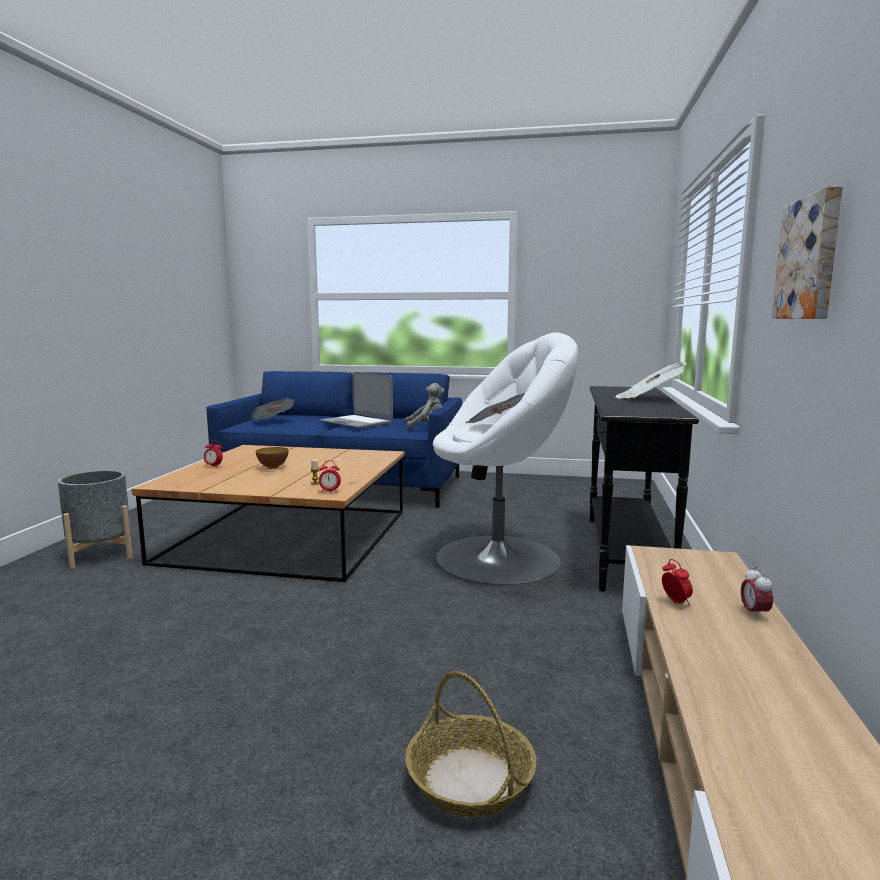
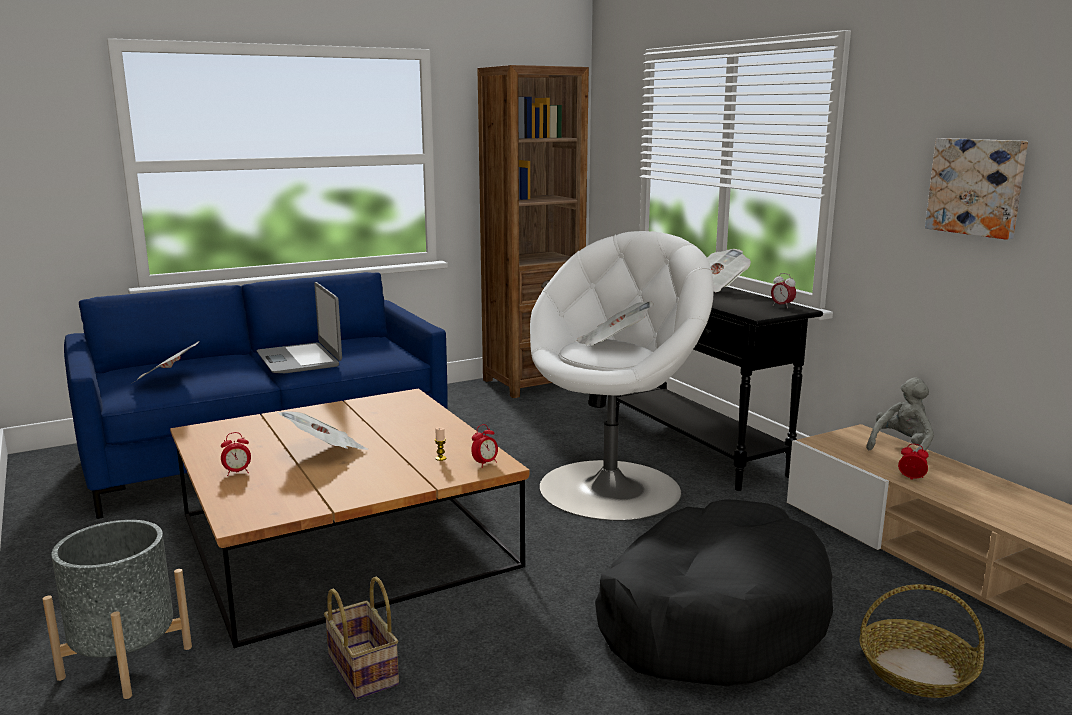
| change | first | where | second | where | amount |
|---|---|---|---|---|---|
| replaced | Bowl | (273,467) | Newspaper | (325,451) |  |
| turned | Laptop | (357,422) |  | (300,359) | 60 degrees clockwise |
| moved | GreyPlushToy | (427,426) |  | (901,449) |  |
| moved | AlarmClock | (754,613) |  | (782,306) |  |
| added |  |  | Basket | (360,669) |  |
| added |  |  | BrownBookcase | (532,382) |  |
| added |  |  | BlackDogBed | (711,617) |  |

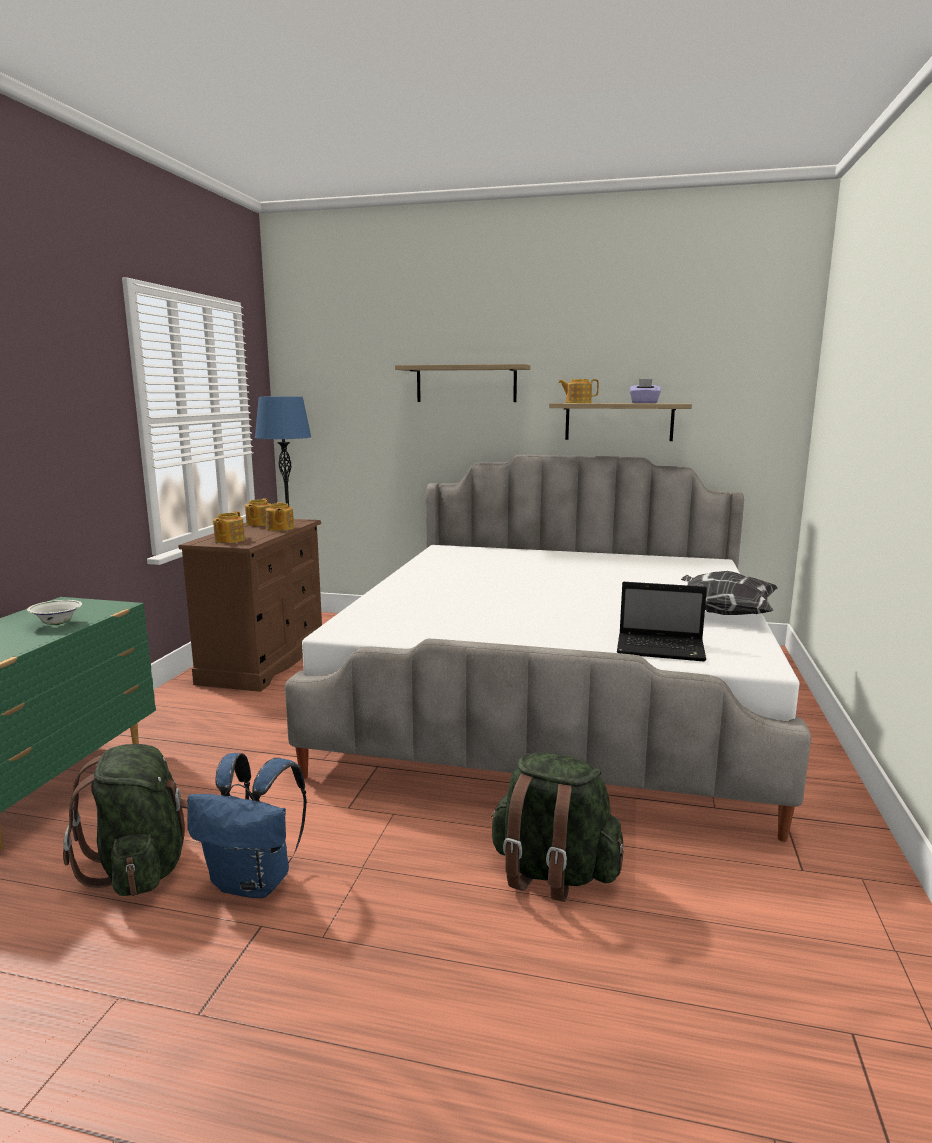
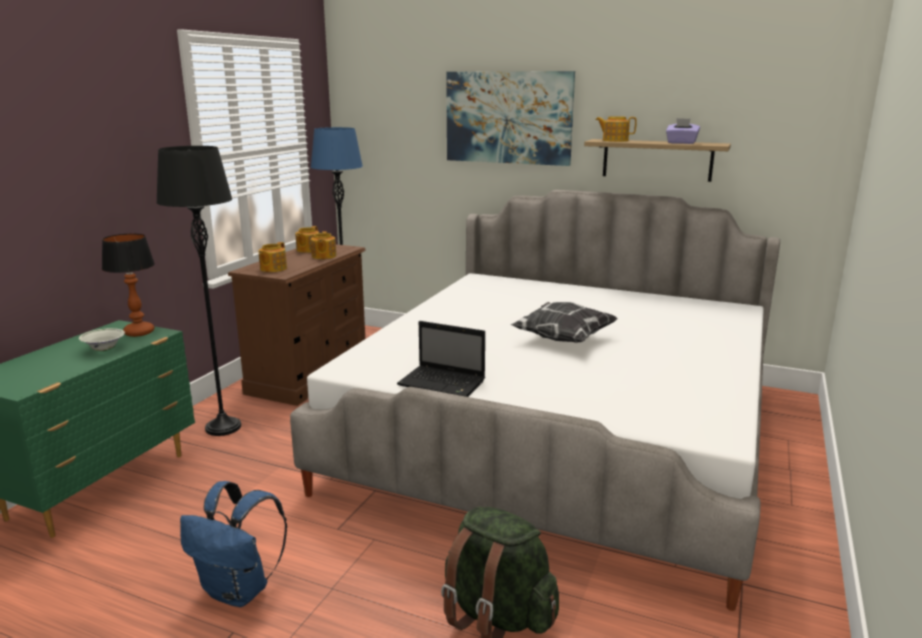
| change | first | where | second | where | amount |
|---|---|---|---|---|---|
| removed | GreenBackpack | (141,868) |  |  |  |
| replaced | Shelf | (466,384) | Picture | (508,117) |  |
| moved | Laptop | (662,649) |  | (443,383) |  |
| moved | Pillow | (722,613) |  | (562,339) |  |
| added |  |  | TableLamp | (139,332) |  |
| added |  |  | BlackFloorLamp | (223,427) |  |

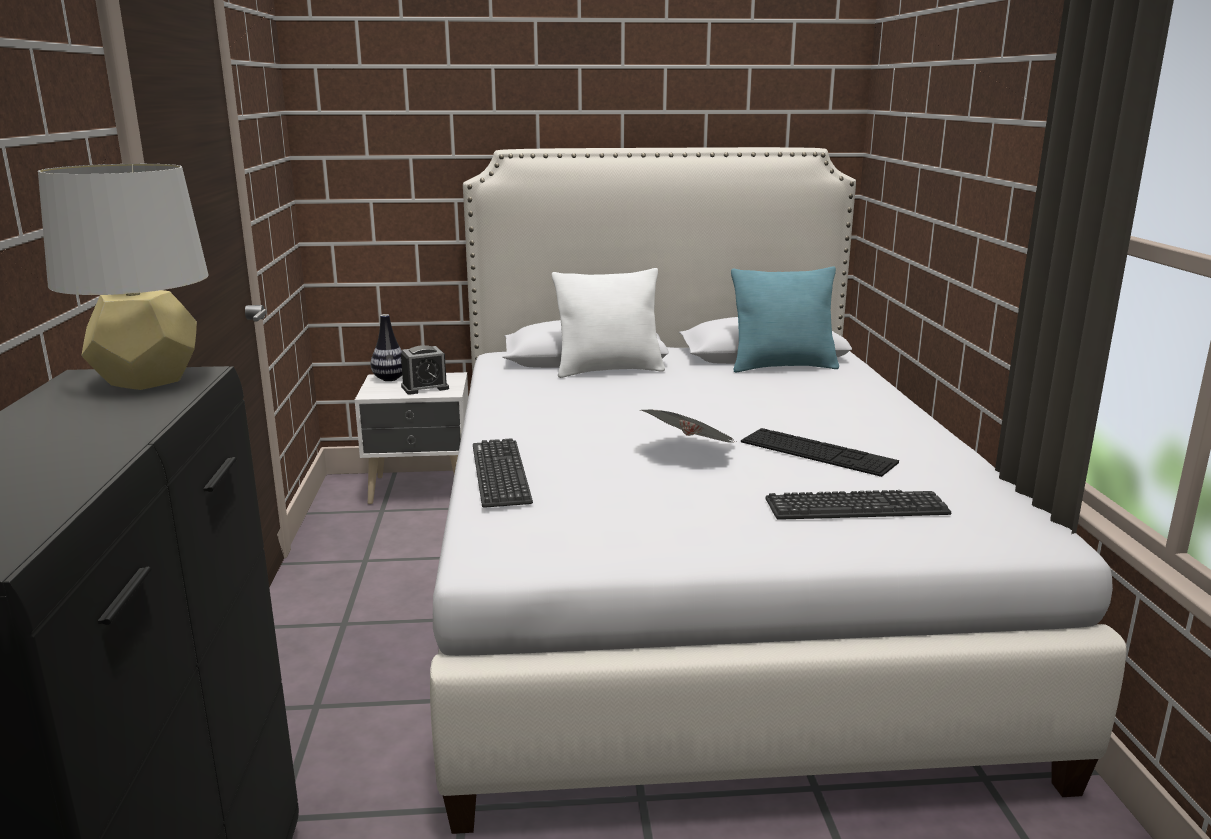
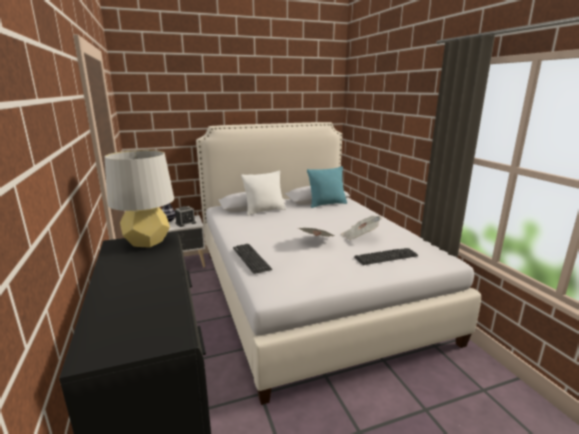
| change | first | where | second | where | amount |
|---|---|---|---|---|---|
| replaced | Keyboard | (817,452) | Newspaper | (359,237) |  |

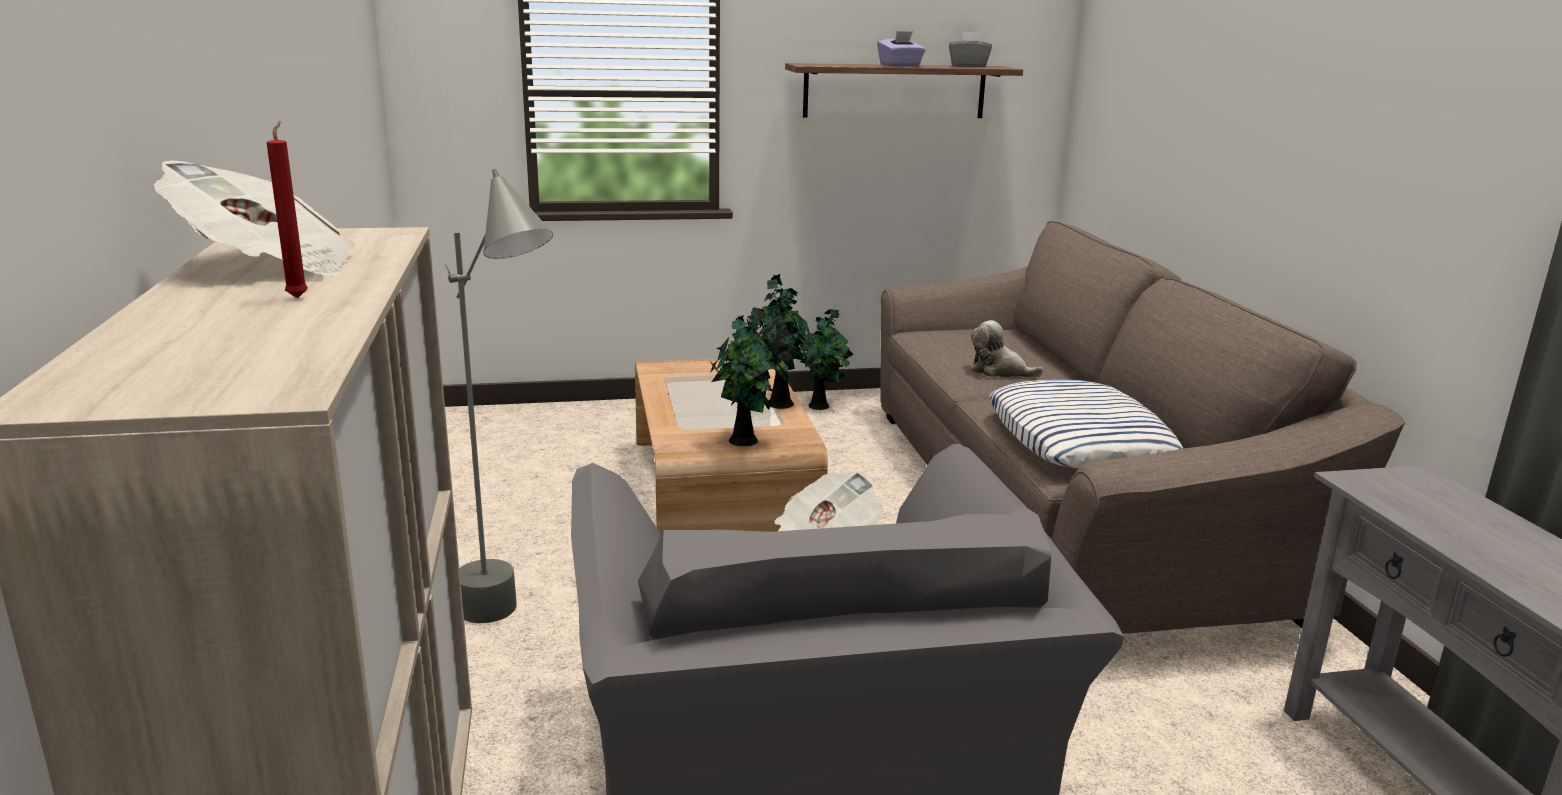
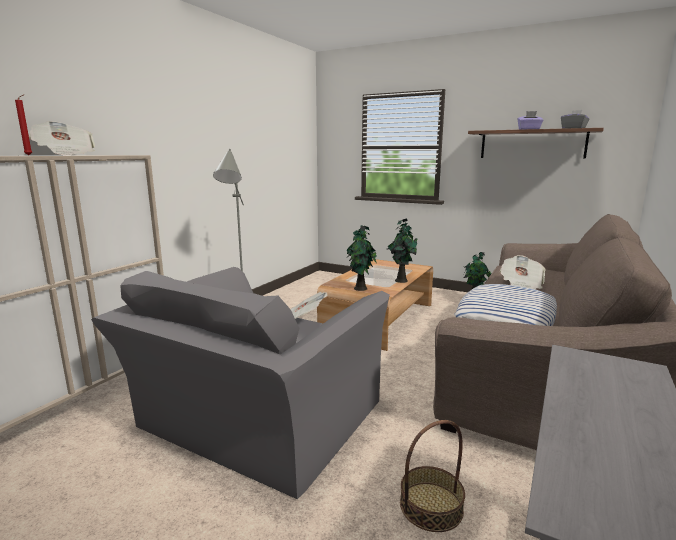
| change | first | where | second | where | amount |
|---|---|---|---|---|---|
| replaced | PlushToy | (999,371) | Newspaper | (521,285) |  |
| added |  |  | Basket | (431,506) |  |

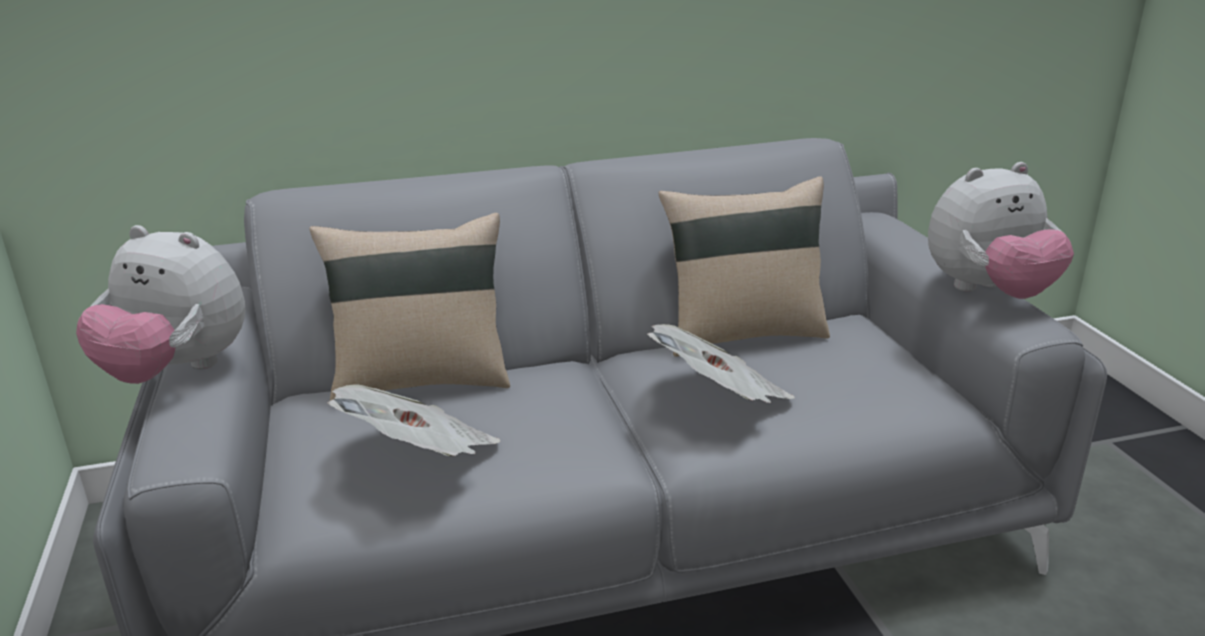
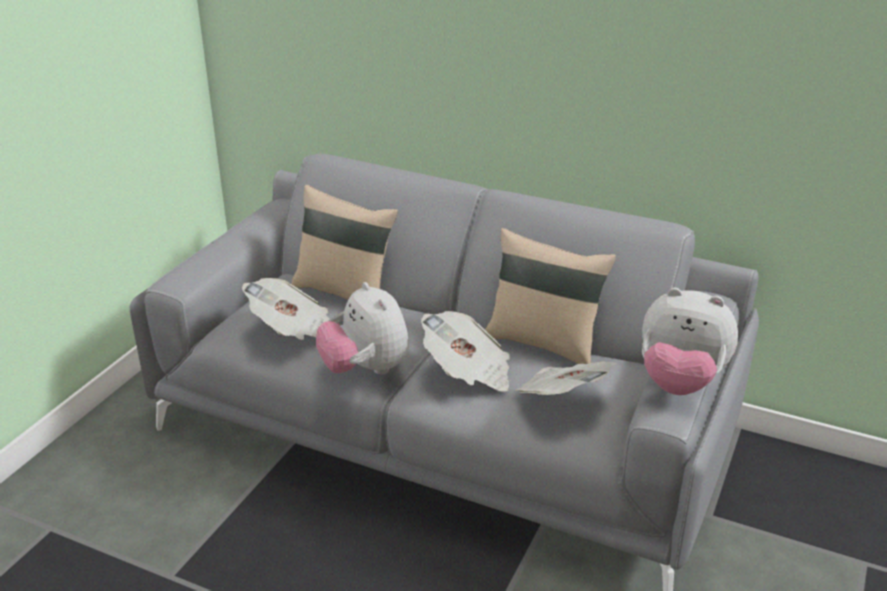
| change | first | where | second | where | amount |
|---|---|---|---|---|---|
| moved | PlushToy | (177,371) |  | (365,369) |  |
| added |  |  | Newspaper | (562,398) |  |

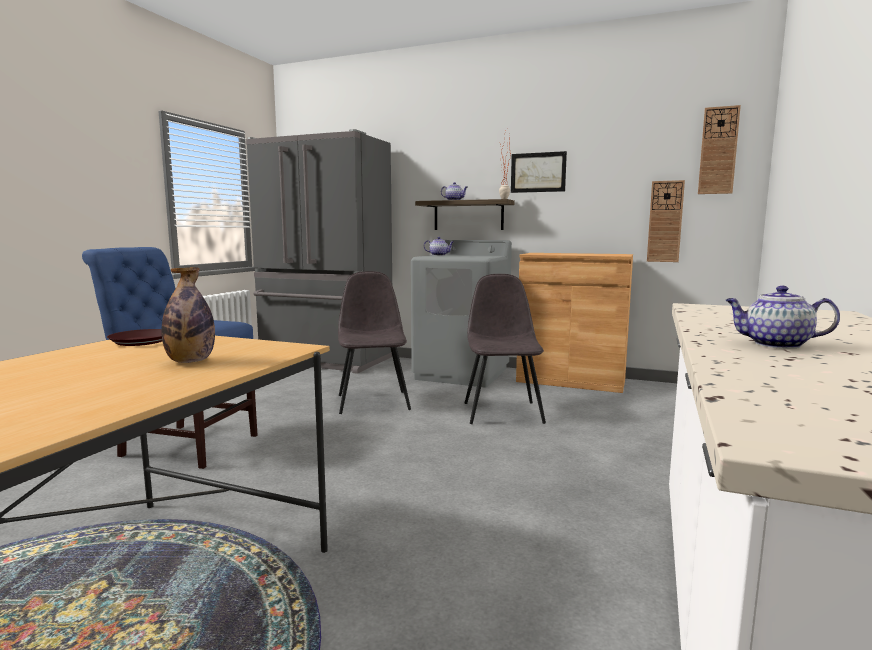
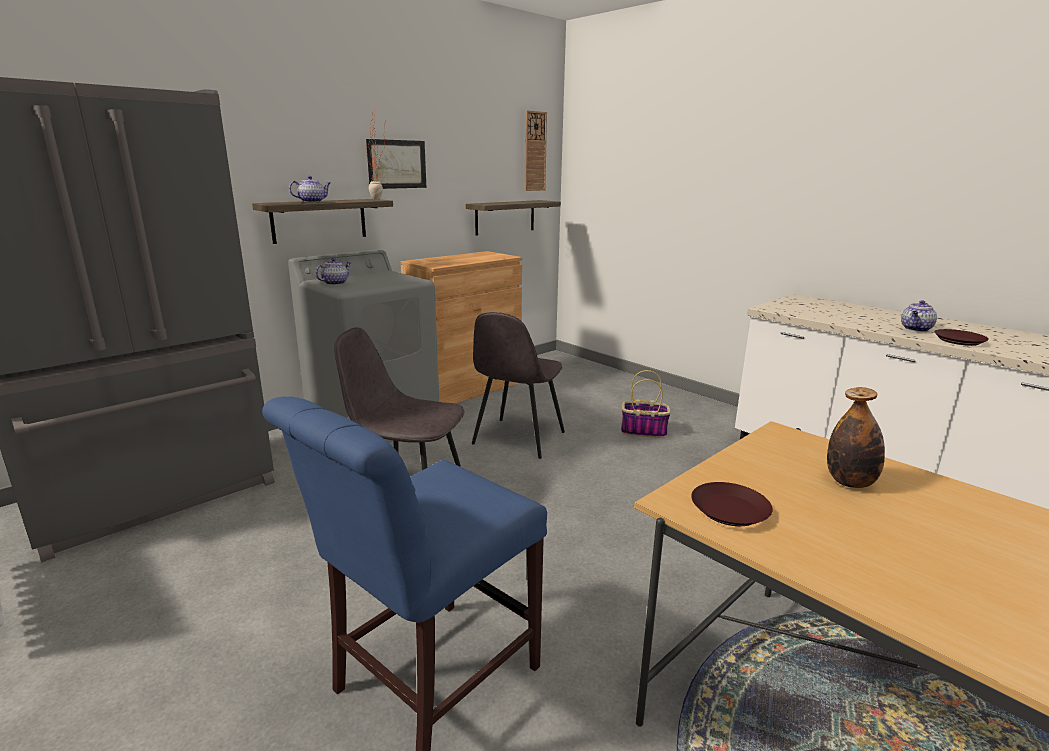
| change | first | where | second | where | amount |
|---|---|---|---|---|---|
| turned | GreyChair | (502,412) |  | (517,439) | 90 degrees counterclockwise |
| replaced | WallClock | (665,221) | Shelf | (505,217) |  |
| added |  |  | Basket | (644,431) |  |
| added |  |  | BrownPlate | (958,340) |  |

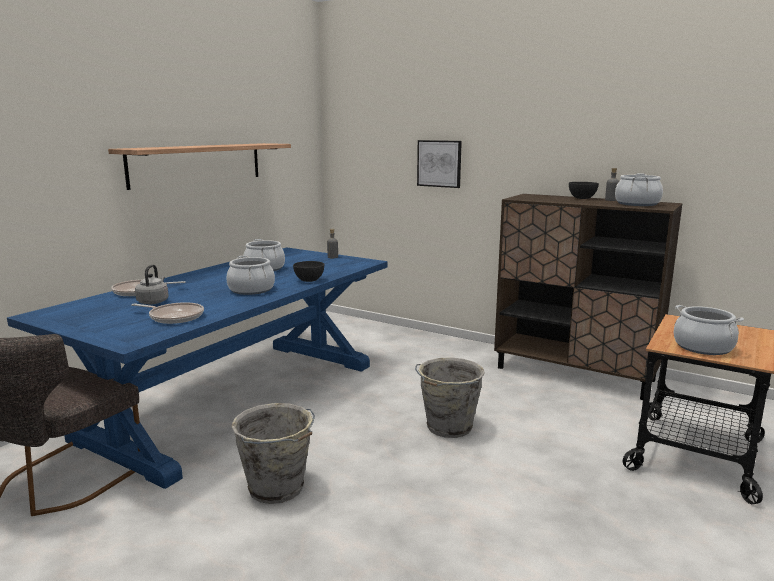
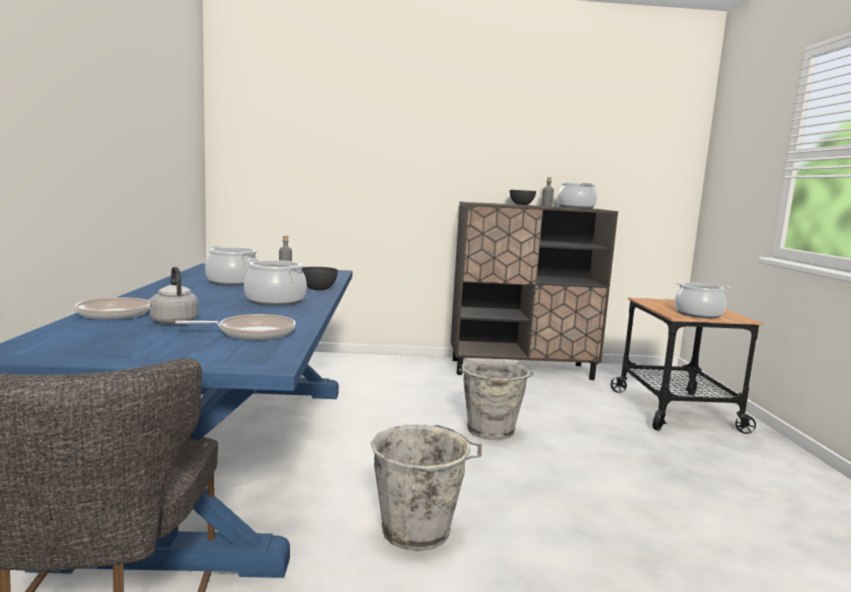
| change | first | where | second | where | amount |
|---|---|---|---|---|---|
| removed | Shelf | (198,164) |  |  |  |
| removed | Picture | (439,163) |  |  |  |

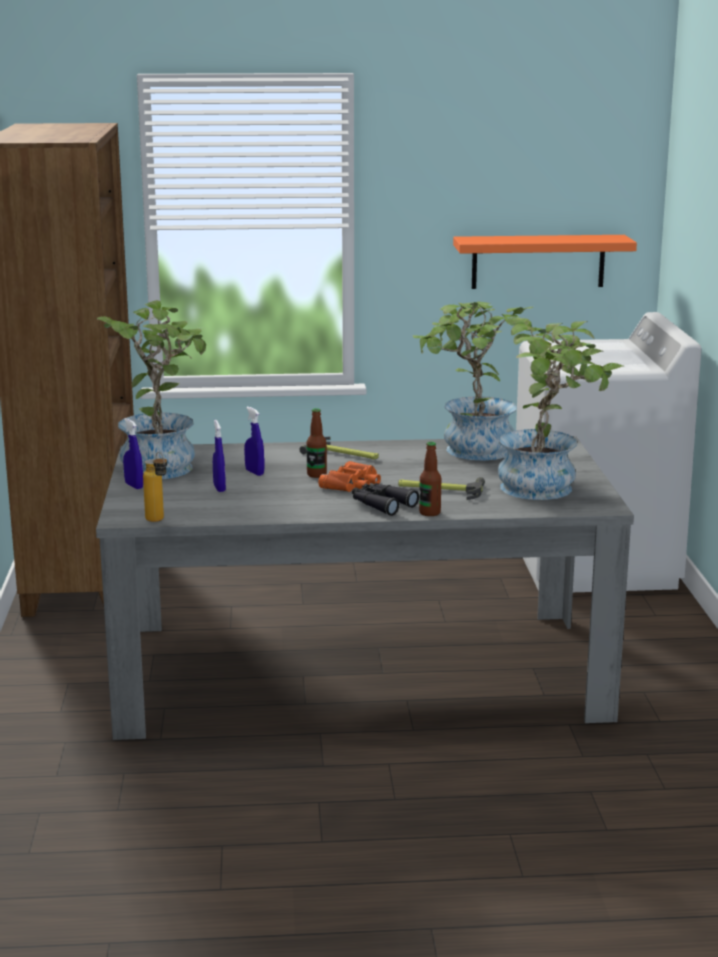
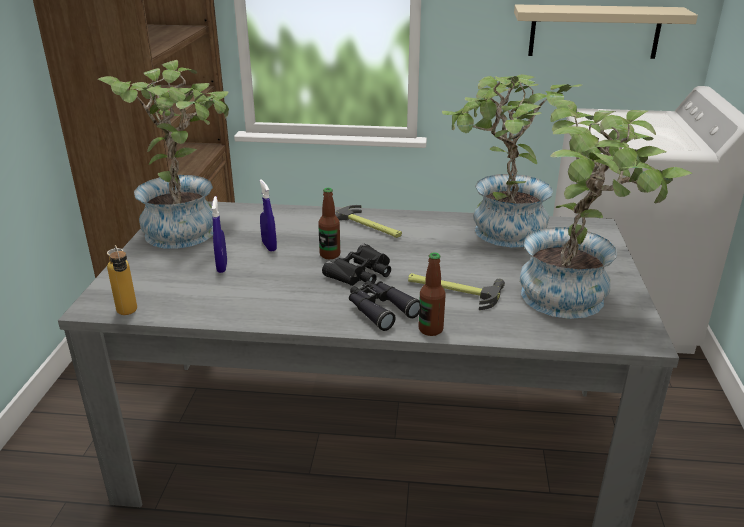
| change | first | where | second | where | amount |
|---|---|---|---|---|---|
| removed | BlueSprayBottle | (134,486) |  |  |  |
| recoloured | OrangeBinoculars | (352,484) | BlackBinoculars | (361,273) |  |
| recoloured | OrangeShelf | (538,261) | BeigeShelf | (594,31) |  |

